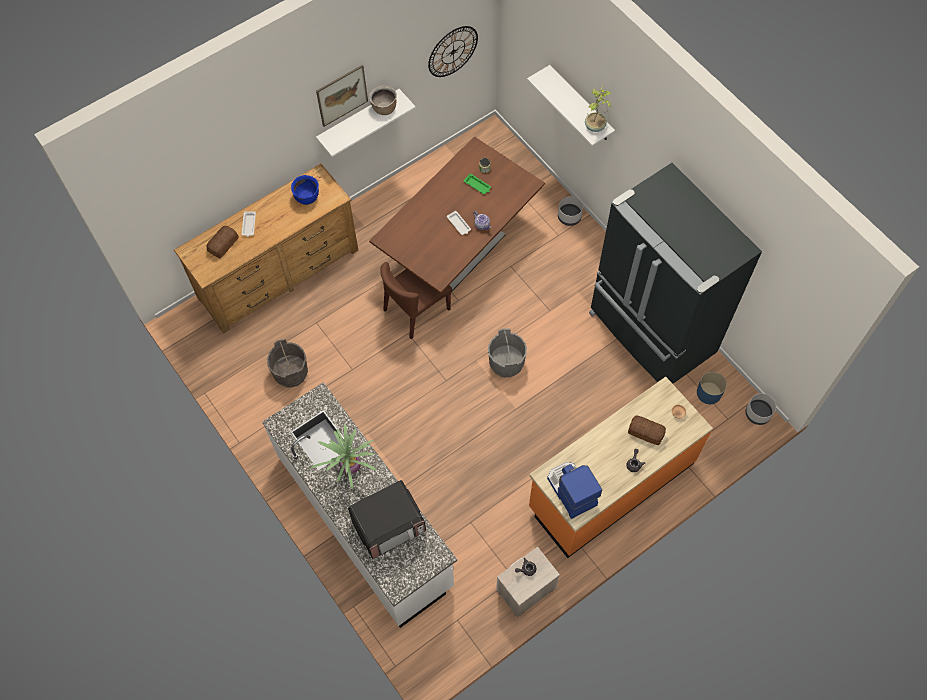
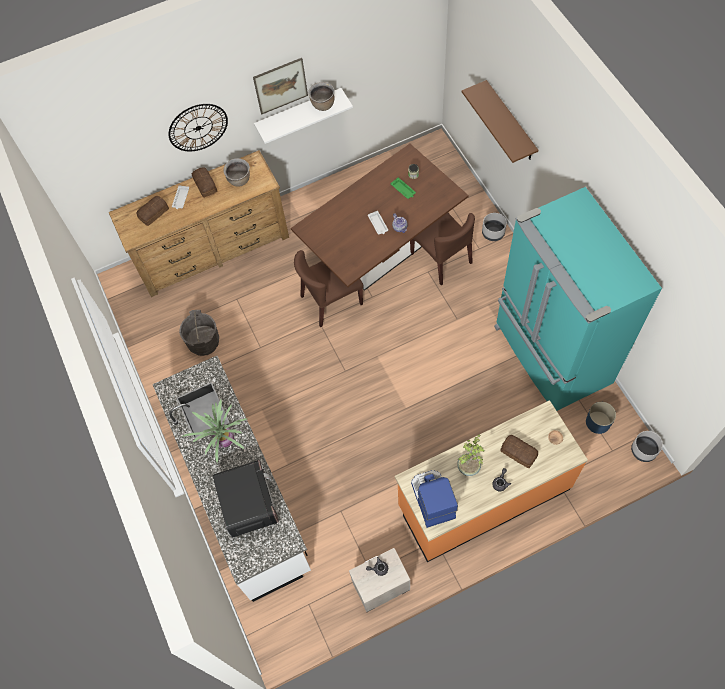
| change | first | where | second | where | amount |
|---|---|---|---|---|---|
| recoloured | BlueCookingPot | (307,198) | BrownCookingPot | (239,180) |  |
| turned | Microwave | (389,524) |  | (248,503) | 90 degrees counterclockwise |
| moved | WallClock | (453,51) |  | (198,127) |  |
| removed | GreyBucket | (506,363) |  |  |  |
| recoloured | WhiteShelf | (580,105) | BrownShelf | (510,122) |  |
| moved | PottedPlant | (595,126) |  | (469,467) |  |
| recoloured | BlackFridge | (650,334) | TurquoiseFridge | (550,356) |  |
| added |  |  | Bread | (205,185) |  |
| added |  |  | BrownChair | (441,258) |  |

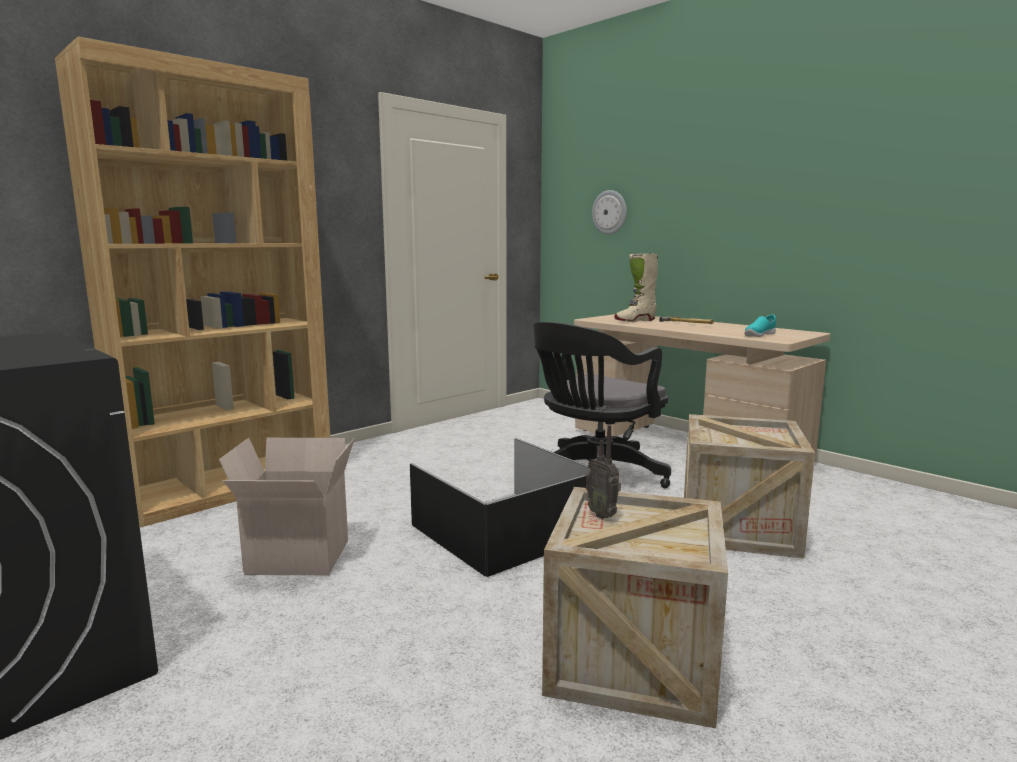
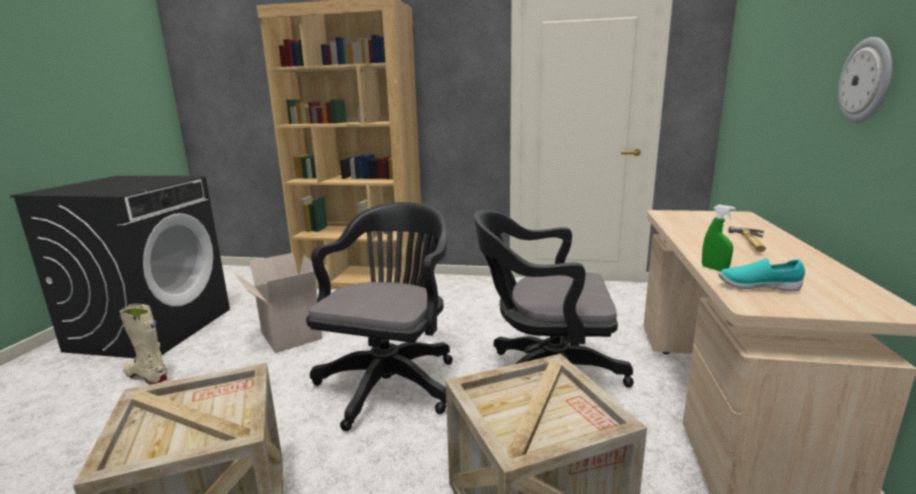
| change | first | where | second | where | amount |
|---|---|---|---|---|---|
| replaced | BlackStorageBox | (505,529) | BlackOfficeChair | (391,381) |  |
| removed | Radio | (603,515) |  |  |  |
| moved | WallClock | (609,212) |  | (866,81) |  |
| moved | BeigeBoot | (635,321) |  | (147,377) |  |
| added |  |  | GreenSprayBottle | (714,268) |  |

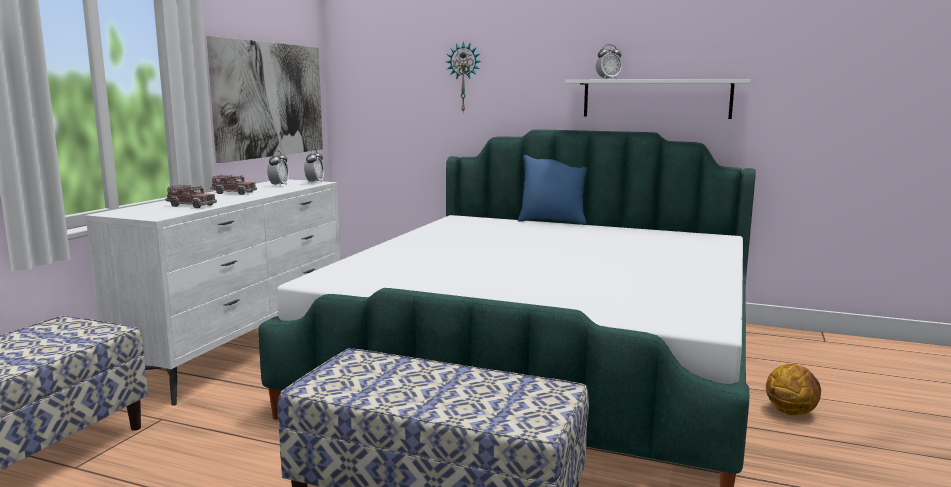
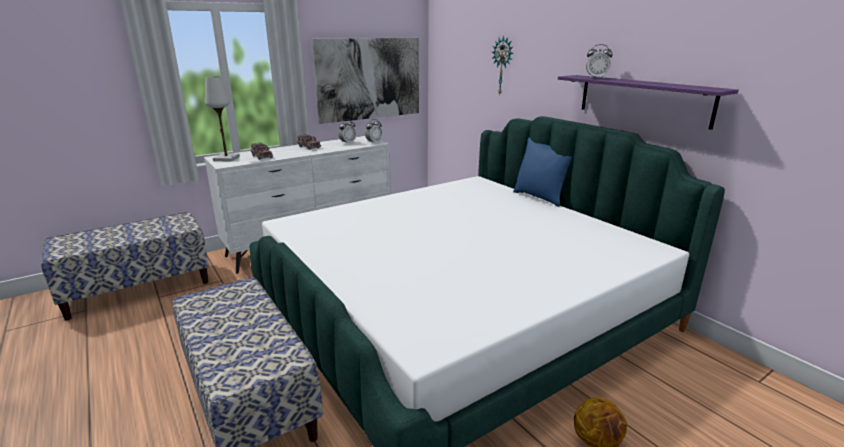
| change | first | where | second | where | amount |
|---|---|---|---|---|---|
| recoloured | WhiteShelf | (656,98) | PurpleShelf | (643,100) |  |
| added |  |  | WhiteTableLamp | (226,159) |  |

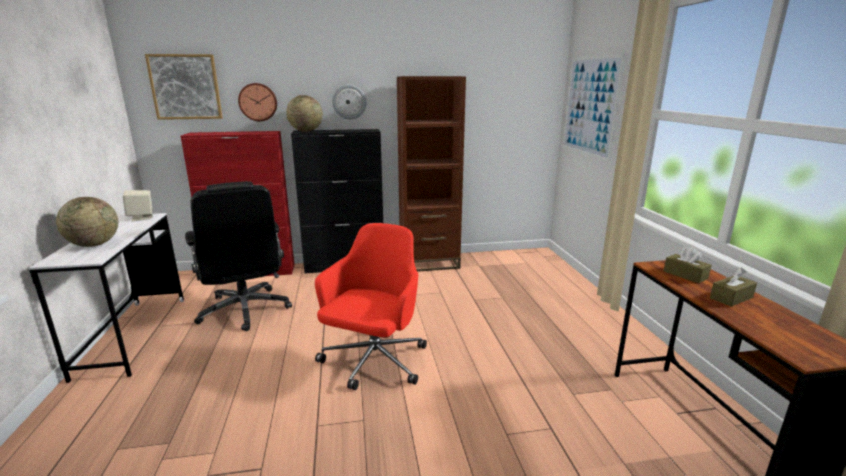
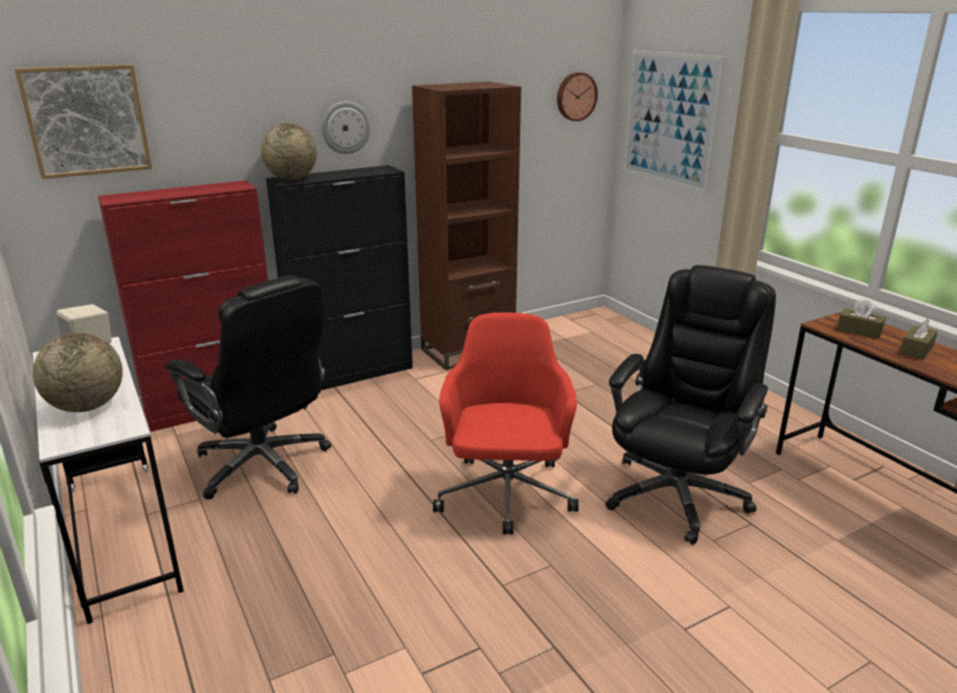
| change | first | where | second | where | amount |
|---|---|---|---|---|---|
| moved | WallClock | (258,102) |  | (575,96) |  |
| added |  |  | BlackOfficeChair | (677,494) |  |

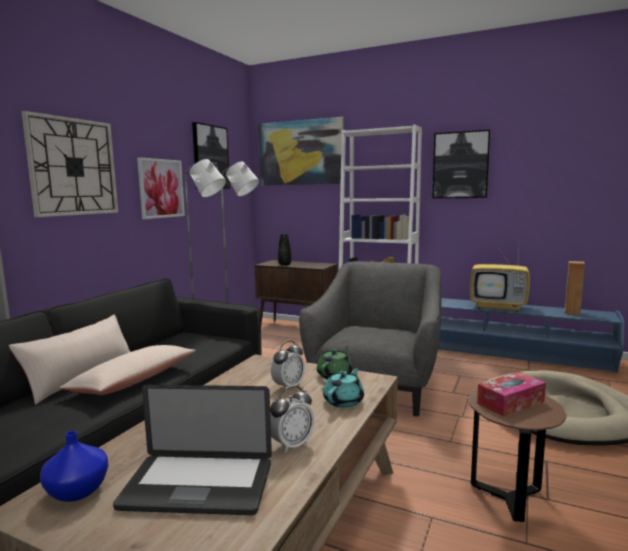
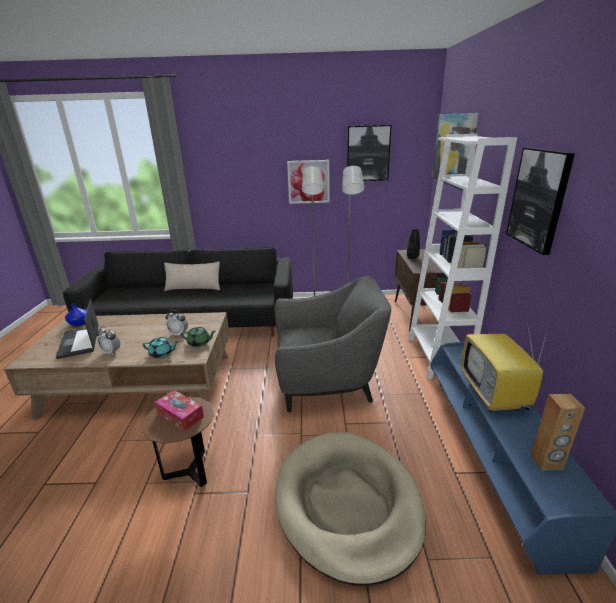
| change | first | where | second | where | amount |
|---|---|---|---|---|---|
| removed | WallClock | (73,167) |  |  |  |
| removed | BeigePillow | (133,381) |  |  |  |

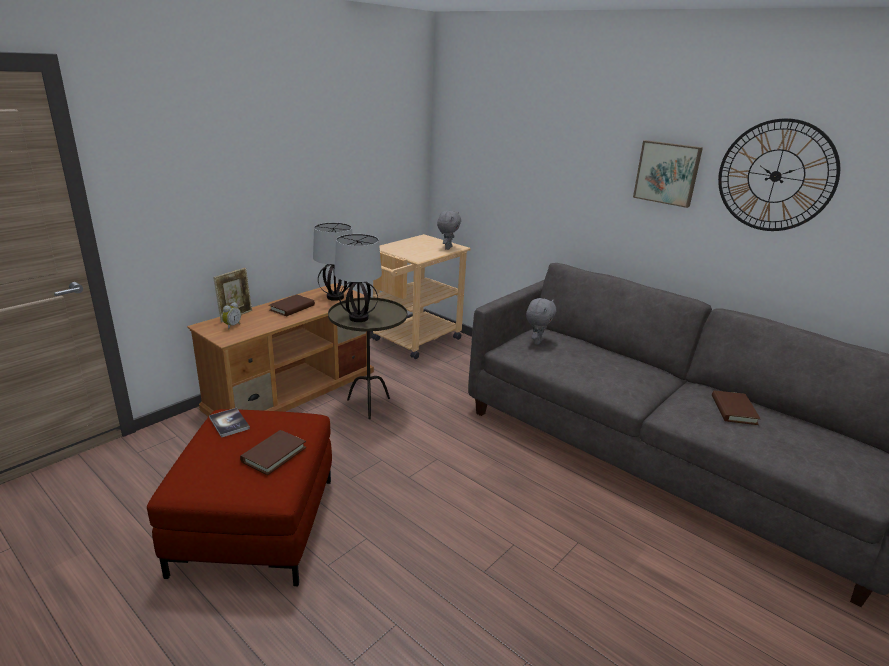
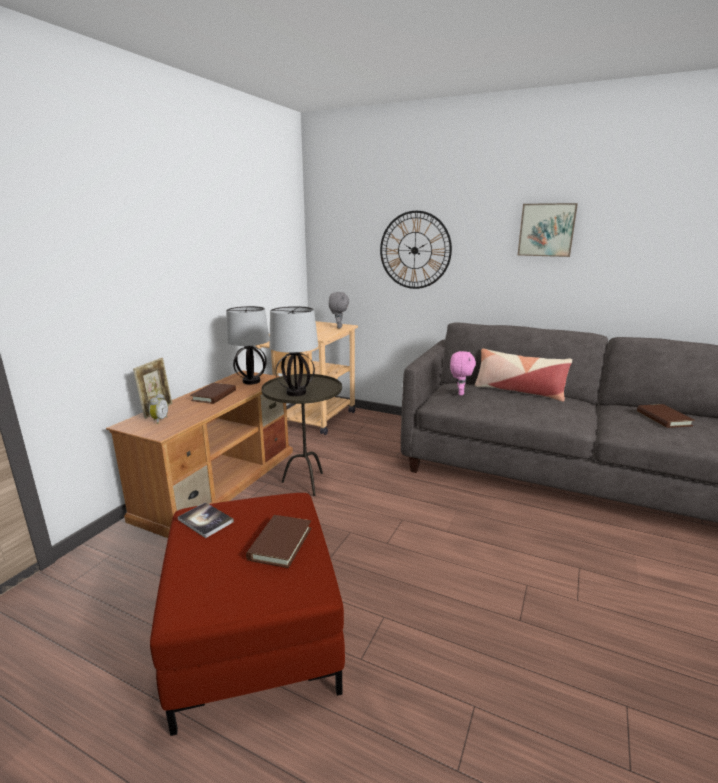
| change | first | where | second | where | amount |
|---|---|---|---|---|---|
| recoloured | GreyPlushToy | (537,342) | PinkPlushToy | (459,393) |  |
| moved | WallClock | (775,176) |  | (414,250) |  |
| added |  |  | Pillow | (518,391) |  |

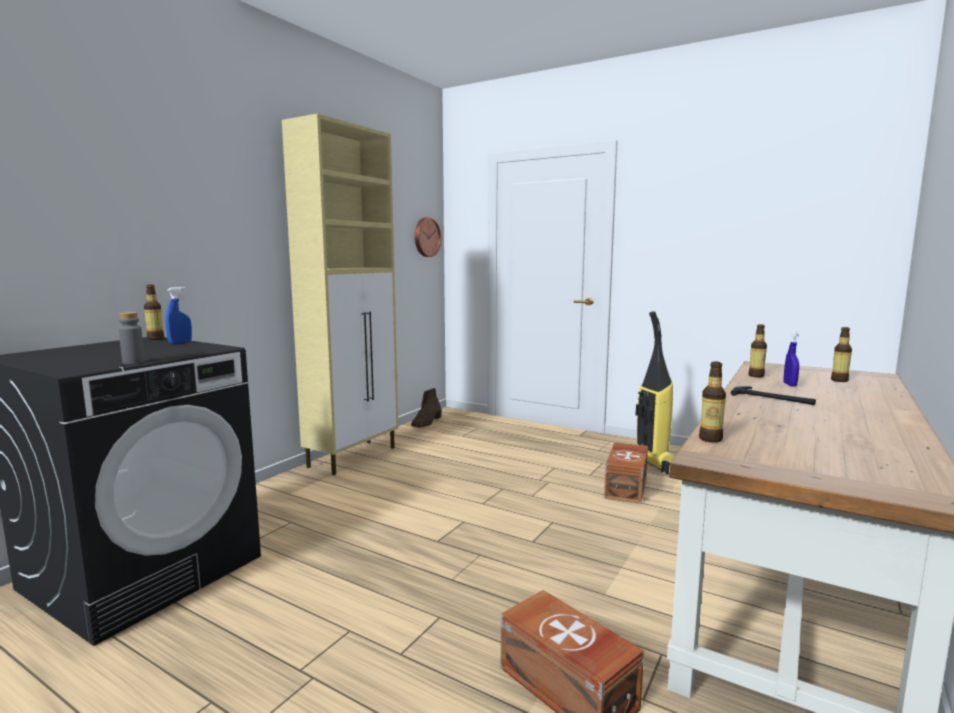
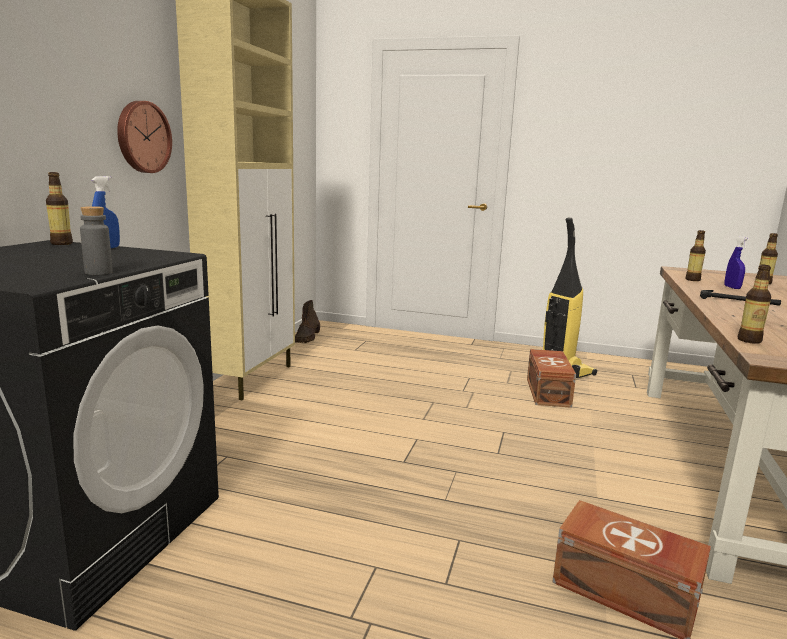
| change | first | where | second | where | amount |
|---|---|---|---|---|---|
| moved | WallClock | (426,237) |  | (142,137) |  |

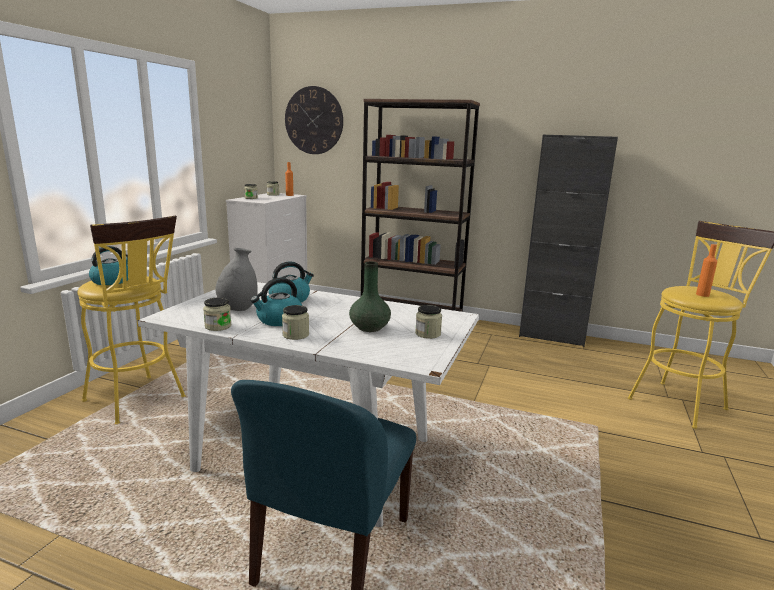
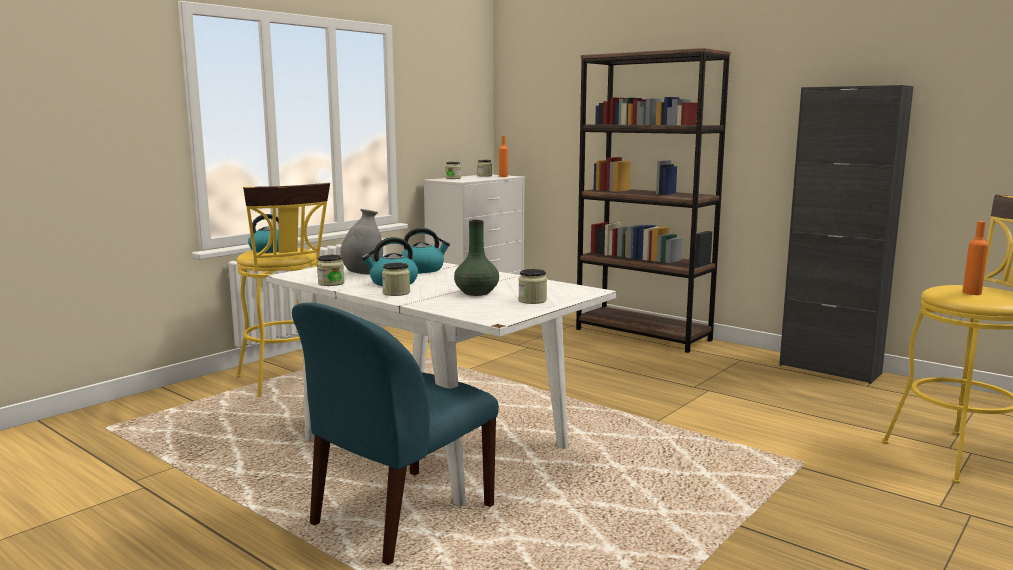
| change | first | where | second | where | amount |
|---|---|---|---|---|---|
| removed | WallClock | (314,120) |  |  |  |

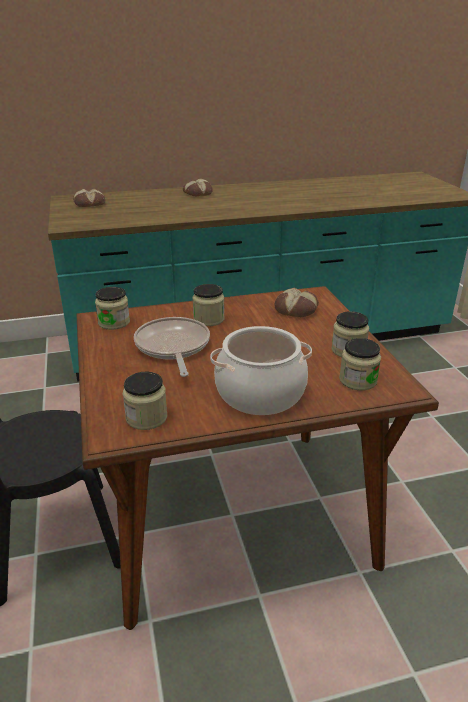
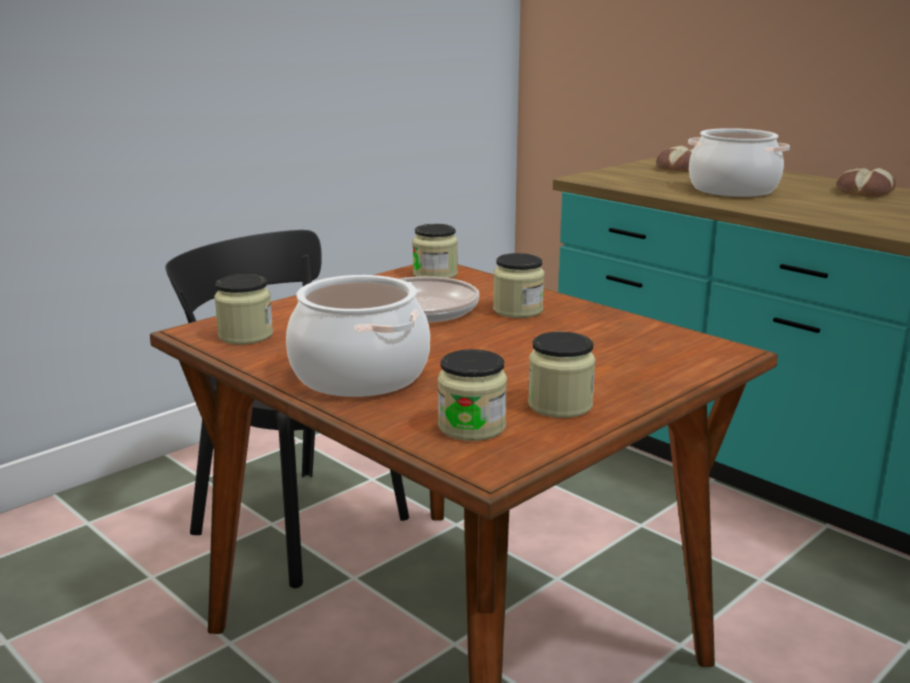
| change | first | where | second | where | amount |
|---|---|---|---|---|---|
| removed | Bread | (297,309) |  |  |  |
| added |  |  | CookingPot | (732,190) |  |

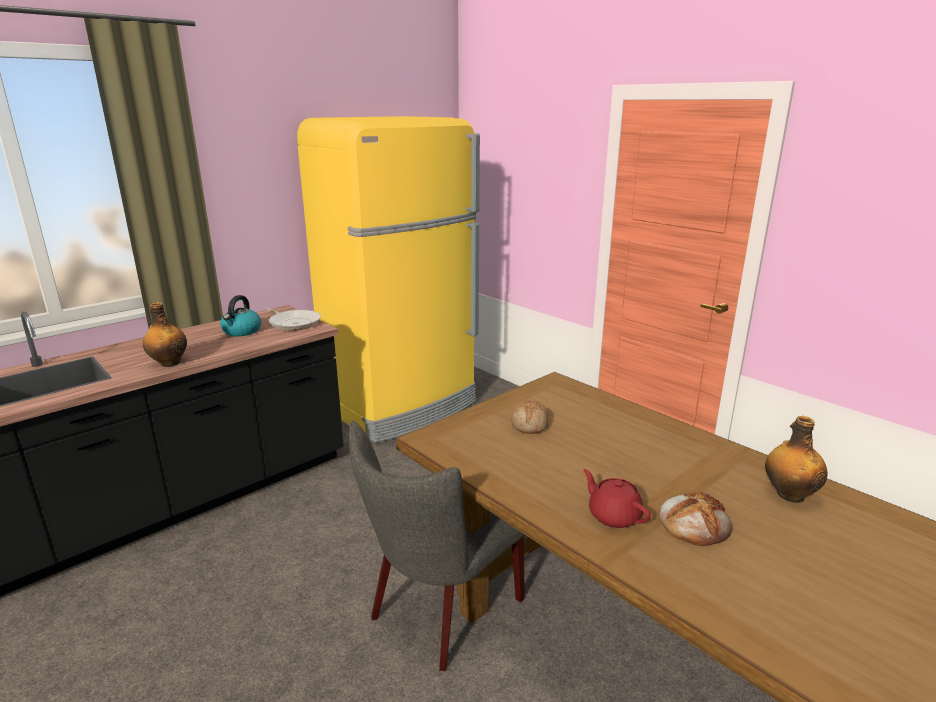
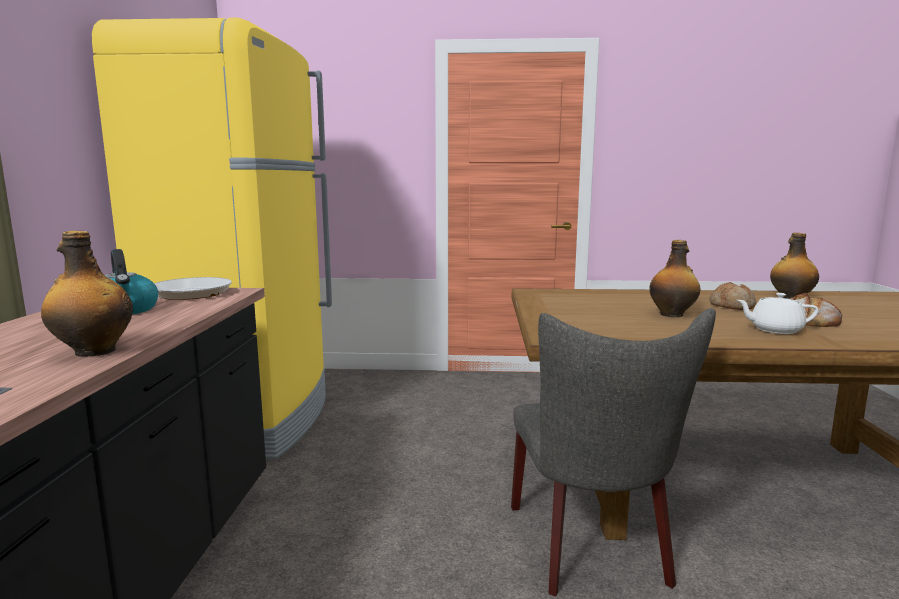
| change | first | where | second | where | amount |
|---|---|---|---|---|---|
| moved | Bread | (530,425) |  | (732,306) |  |
| recoloured | RedTeapot | (613,515) | WhiteTeapot | (774,330) |  |
| added |  |  | Bottle | (672,315) |  |

